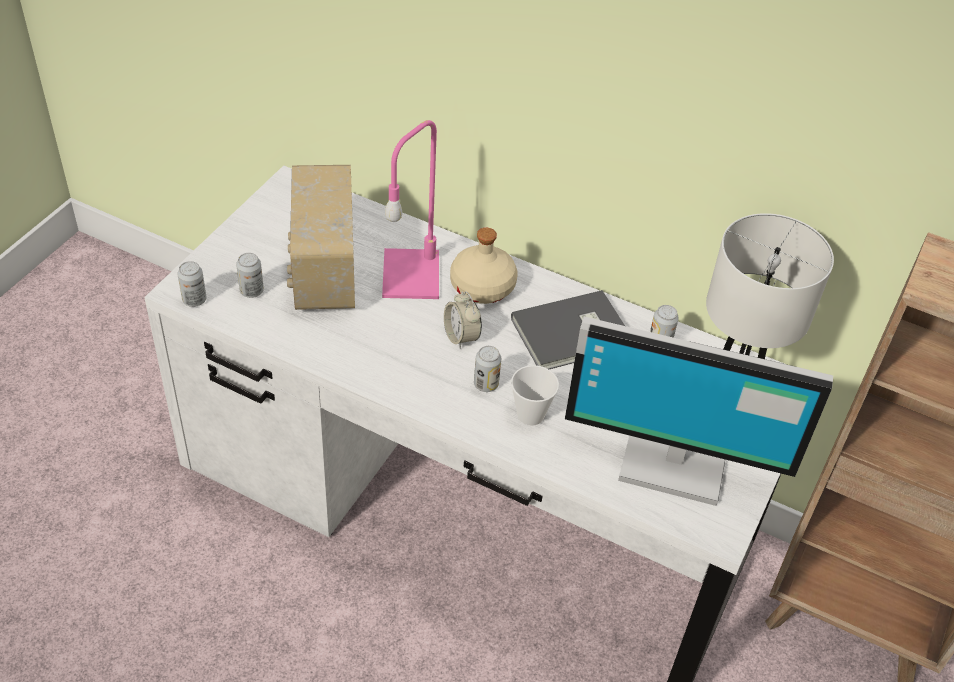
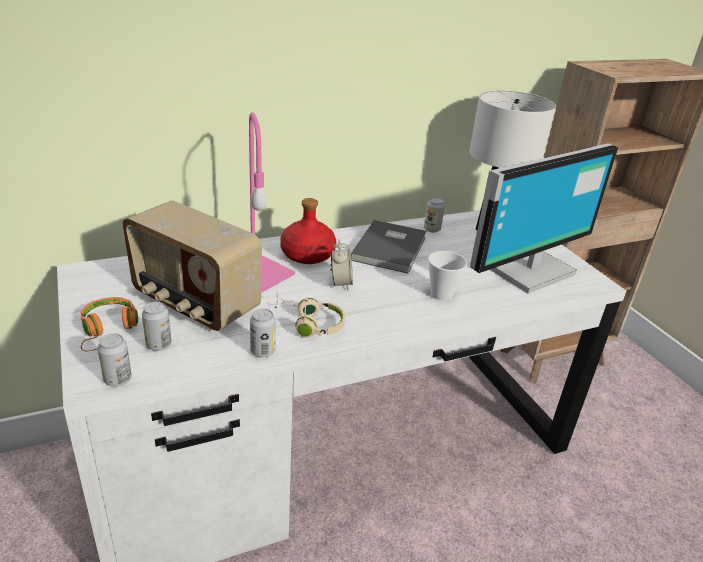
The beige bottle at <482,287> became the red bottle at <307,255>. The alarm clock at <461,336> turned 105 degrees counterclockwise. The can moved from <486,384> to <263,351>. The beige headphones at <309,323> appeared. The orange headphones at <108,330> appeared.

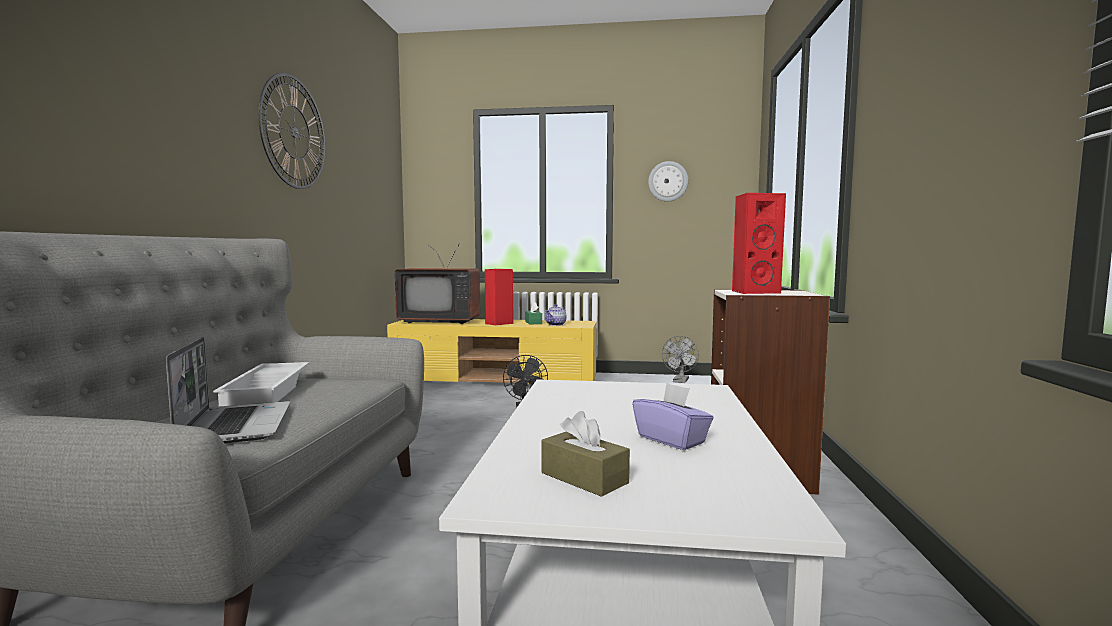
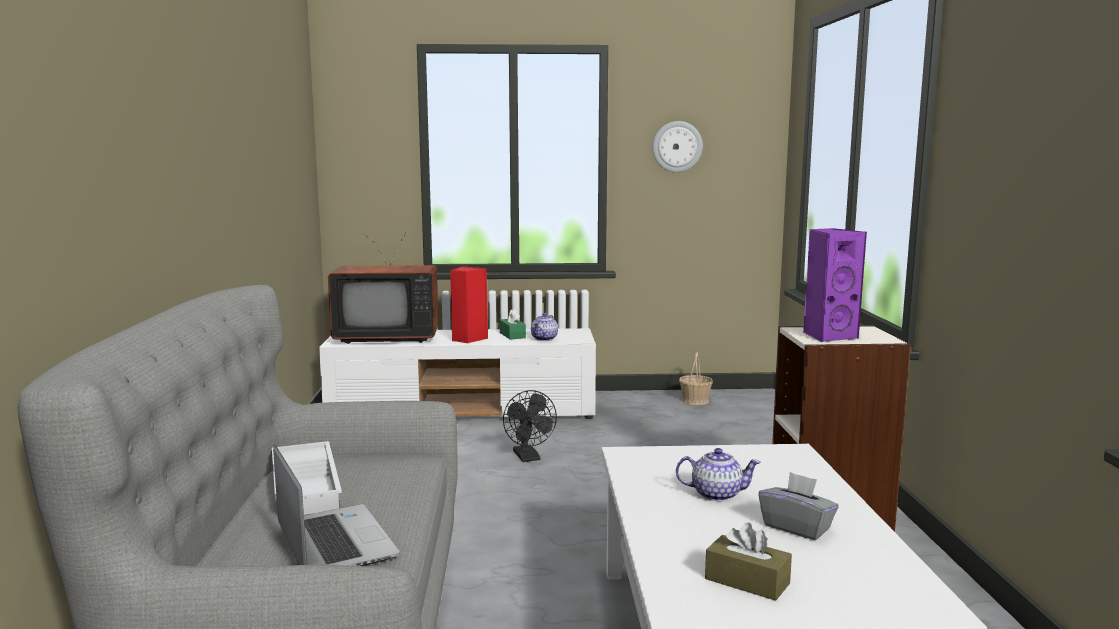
The wall clock at <294,132> disappeared. The red speaker at <753,292> became the purple speaker at <828,336>. The yellow tv stand at <496,380> became the white tv stand at <464,411>. The grey fan at <680,381> was replaced by the basket at <695,400>. The purple tissue box at <671,440> became the grey tissue box at <797,527>. The teapot at <716,494> appeared.

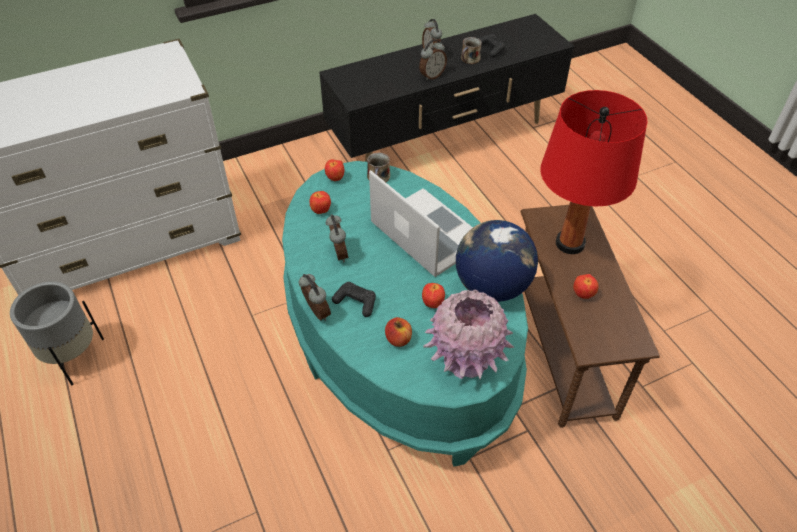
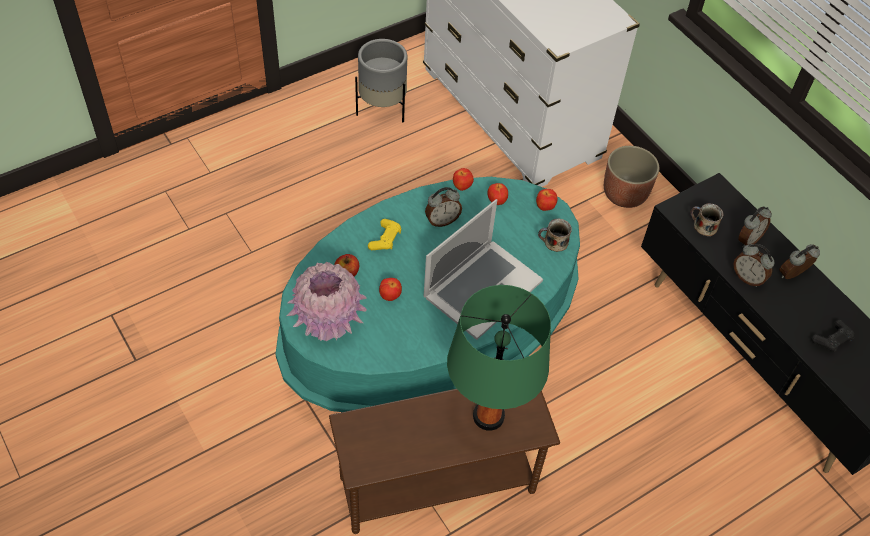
The mug moved from <470,59> to <703,226>. The red table lamp at <569,243> became the green table lamp at <488,416>. The globe at <492,286> disappeared. The alarm clock moved from <316,313> to <748,240>. The apple moved from <583,295> to <462,187>. The black game controller at <356,302> became the yellow game controller at <385,239>. The planter at <625,194> appeared.

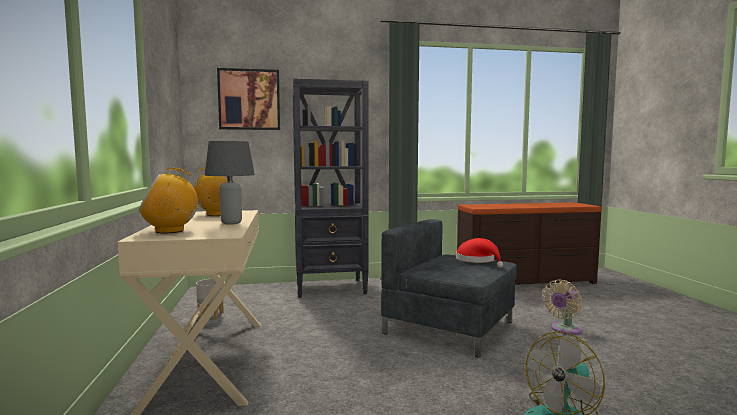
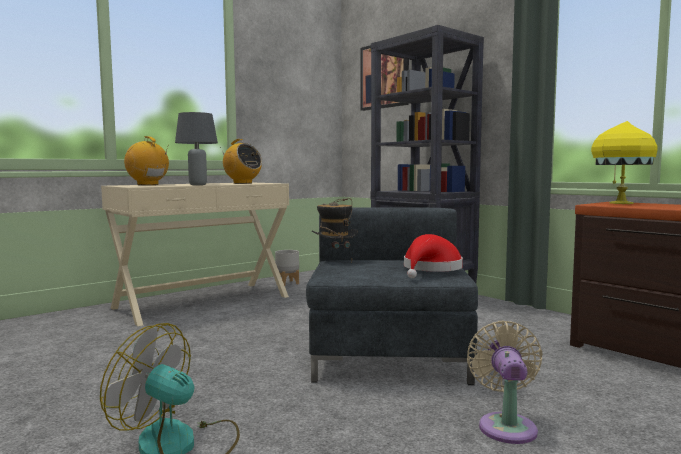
The beige fan at <564,330> turned 75 degrees clockwise. The yellow table lamp at <619,203> appeared. The hat at <334,259> appeared.

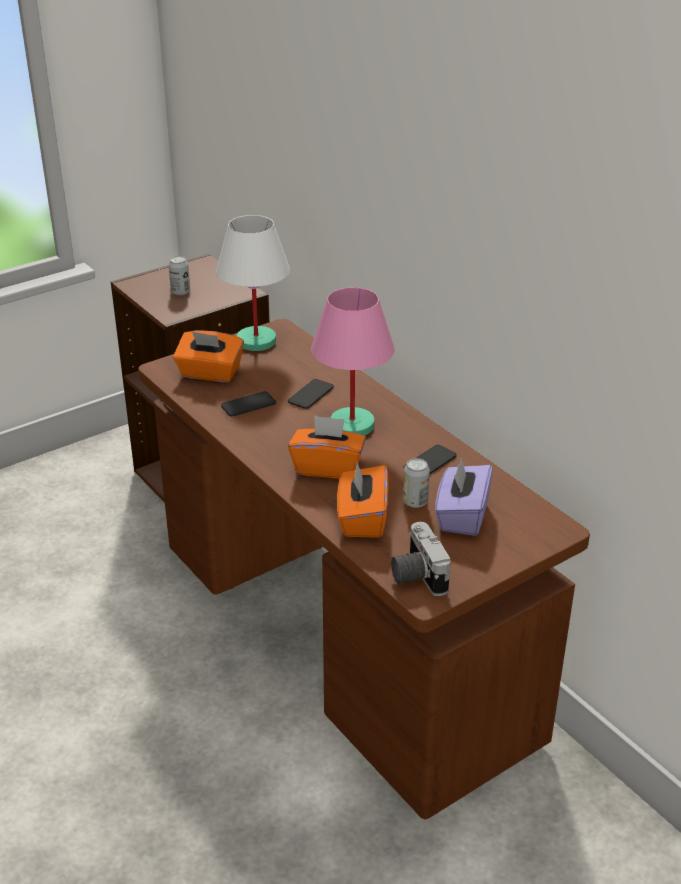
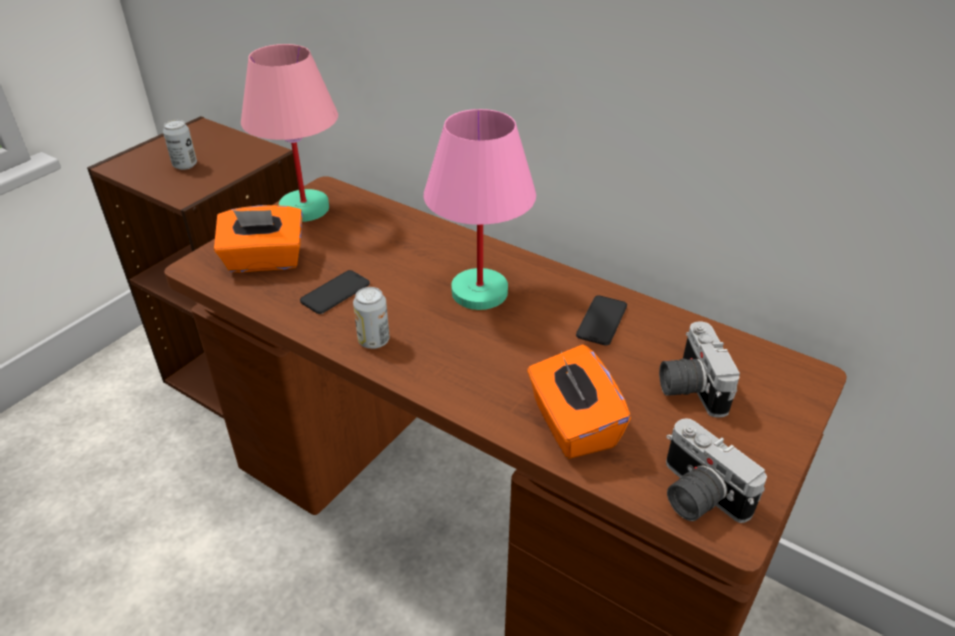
The white table lamp at <256,340> became the pink table lamp at <304,208>. The phone at <311,394> disappeared. The orange tissue box at <328,467> disappeared. The can moved from <415,502> to <374,341>. The purple tissue box at <461,516> was replaced by the photo camera at <688,386>.

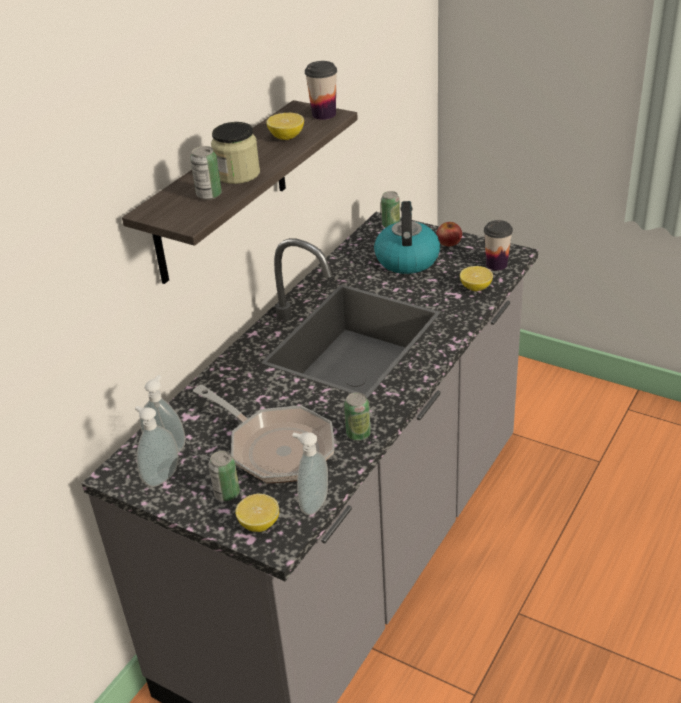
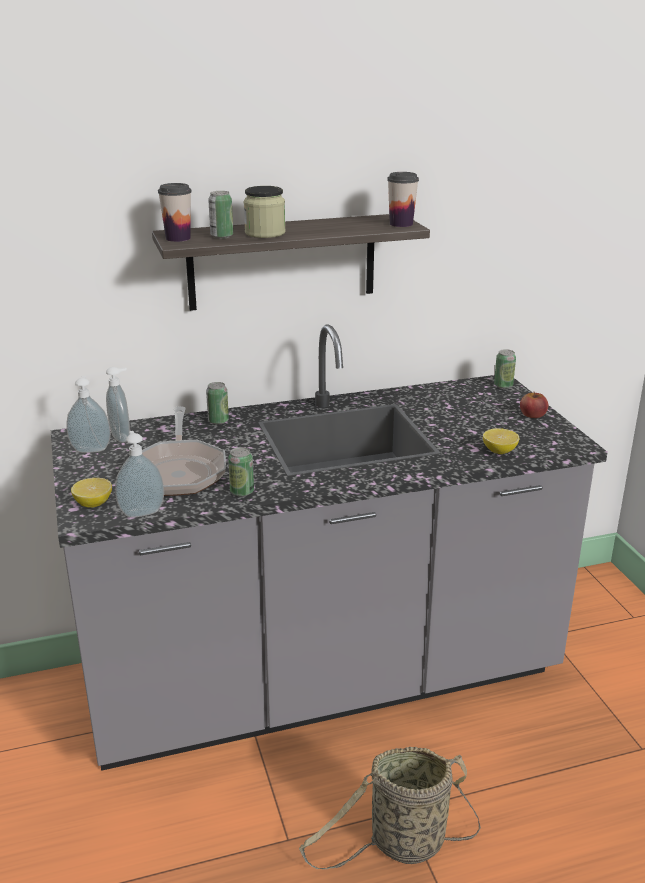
The lemon at <286,137> disappeared. The kettle at <406,259> disappeared. The cup moved from <496,264> to <178,238>. The can moved from <227,493> to <218,421>. The basket at <402,845> appeared.

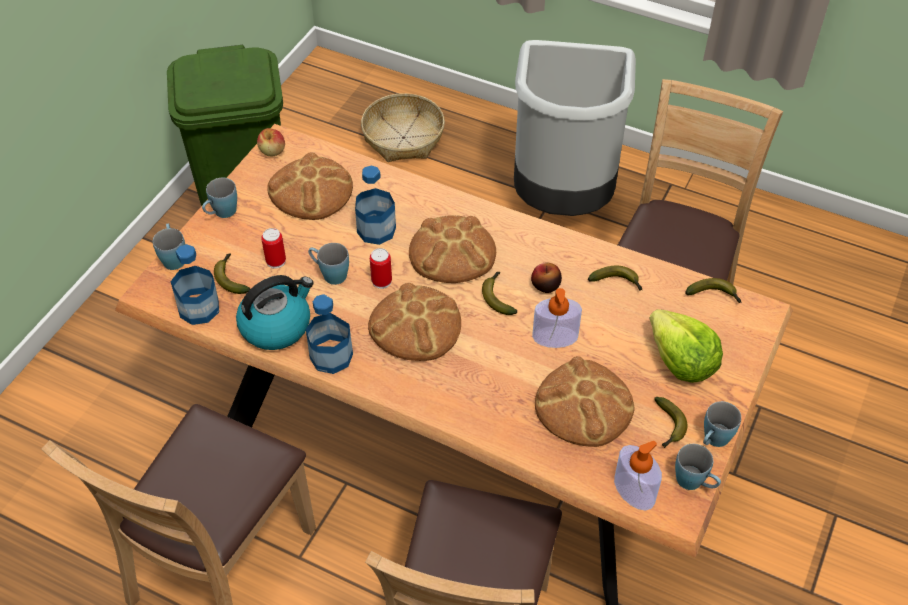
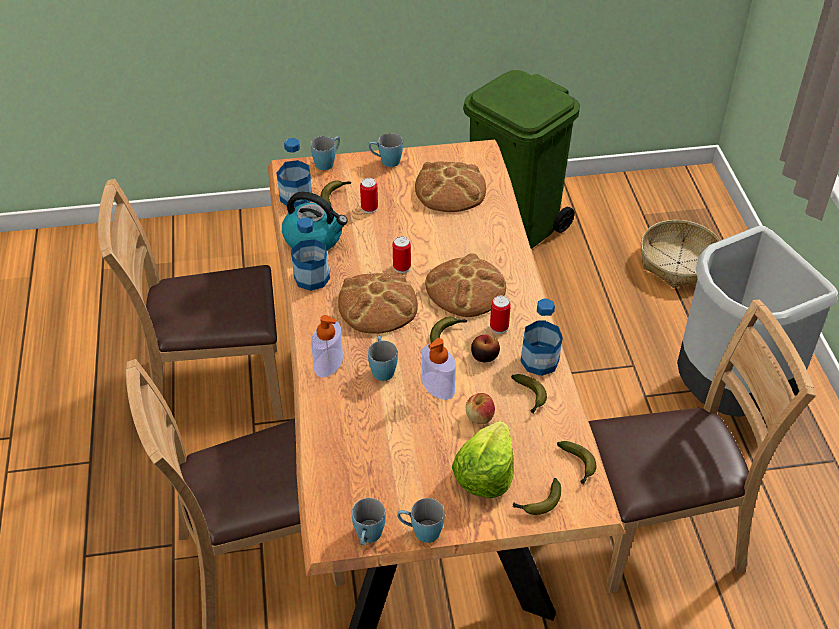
The apple moved from <272,151> to <479,417>. The bottle moved from <376,230> to <539,361>. The blue mug moved from <329,274> to <382,368>. The bread at <584,405> disappeared. The banana moved from <668,427> to <538,503>. The soap dispenser moved from <634,491> to <328,363>. The can at <499,327> appeared.

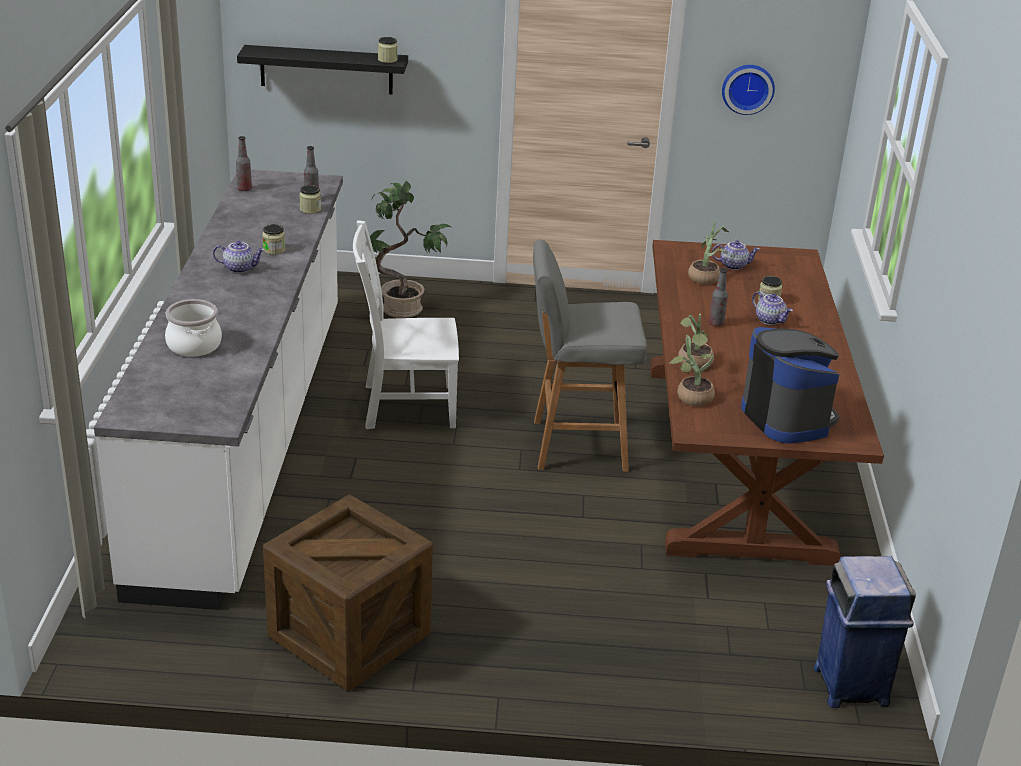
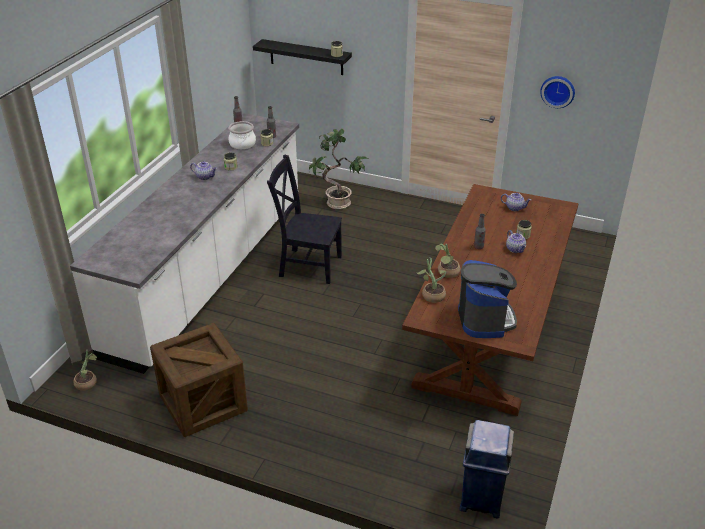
The white chair at <404,406> became the black chair at <307,265>. The potted plant moved from <705,277> to <88,382>. The grey stool at <576,445> disappeared. The cooking pot moved from <193,345> to <242,144>.

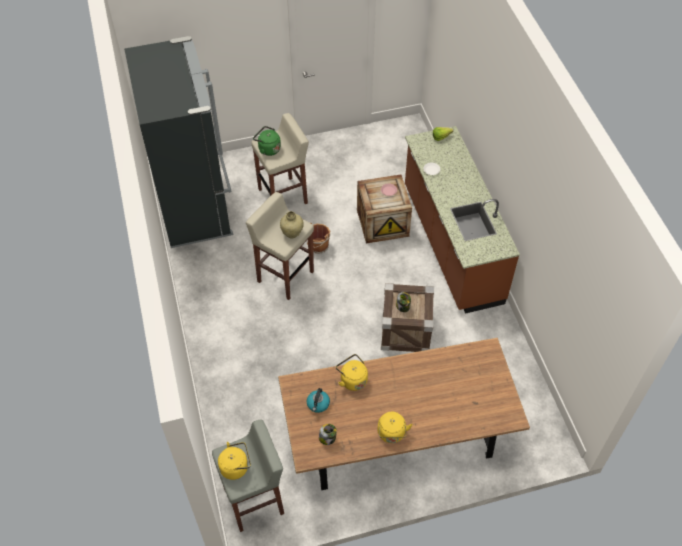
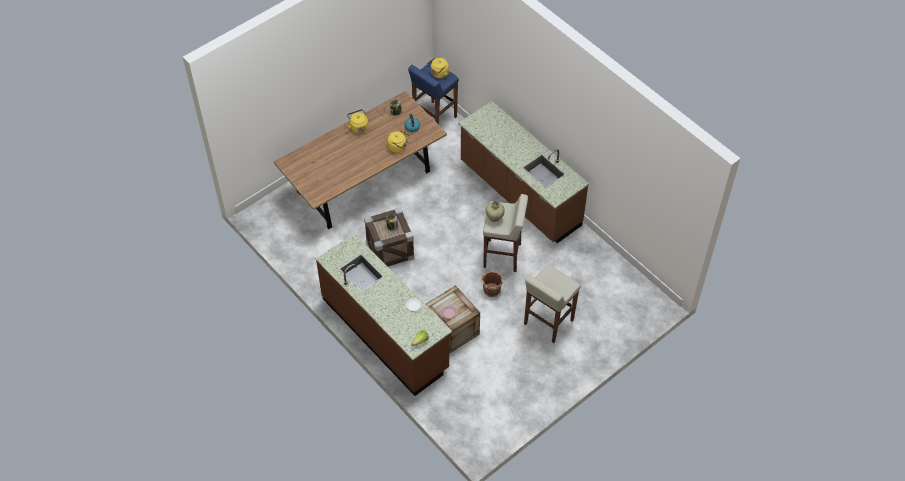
The black fridge at <195,205> disappeared. The green kettle at <268,149> disappeared. The grey stool at <255,500> became the blue stool at <434,118>. The brown counter at <519,195> appeared.

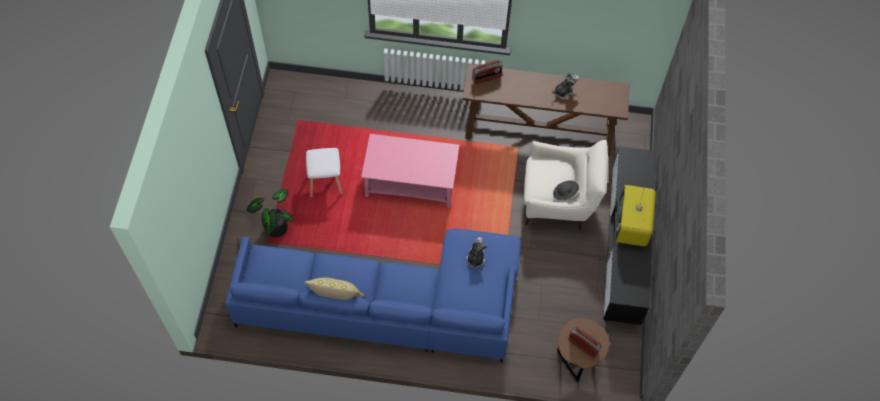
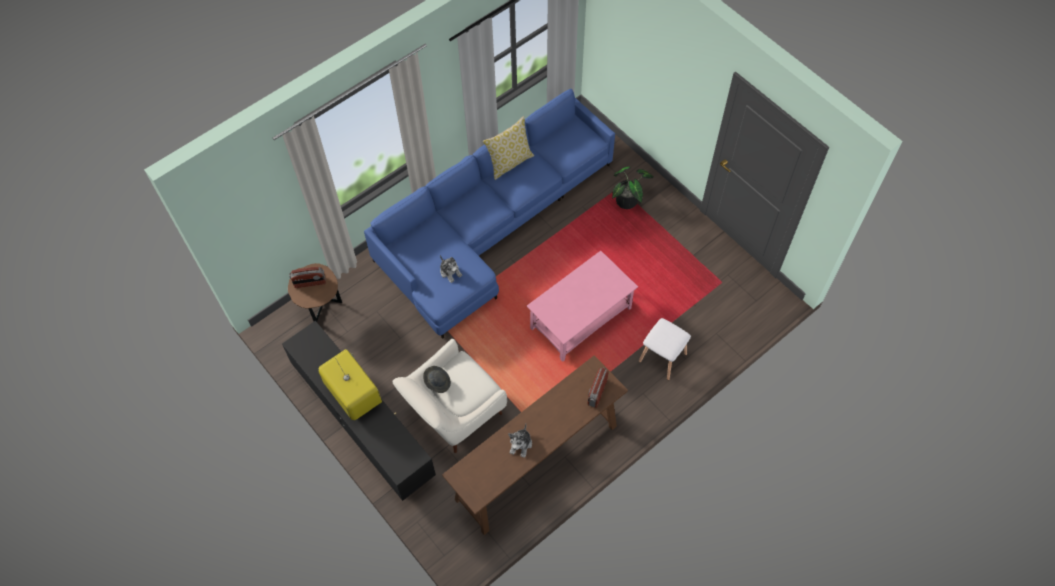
The white stool moved from <326,181> to <662,358>.

